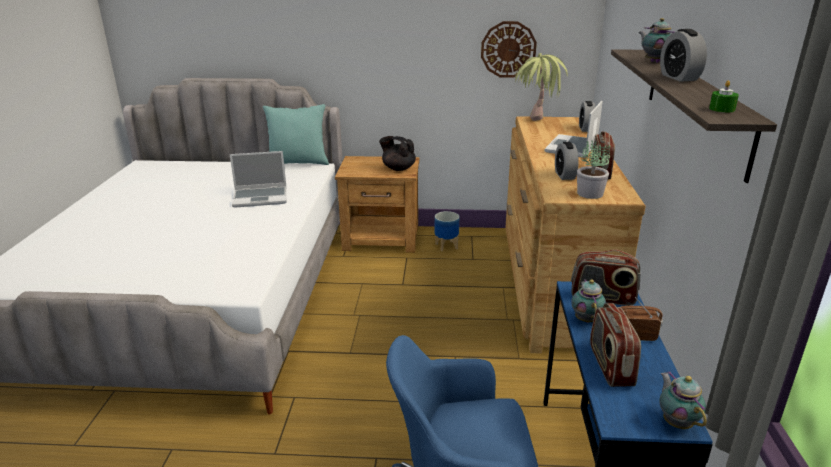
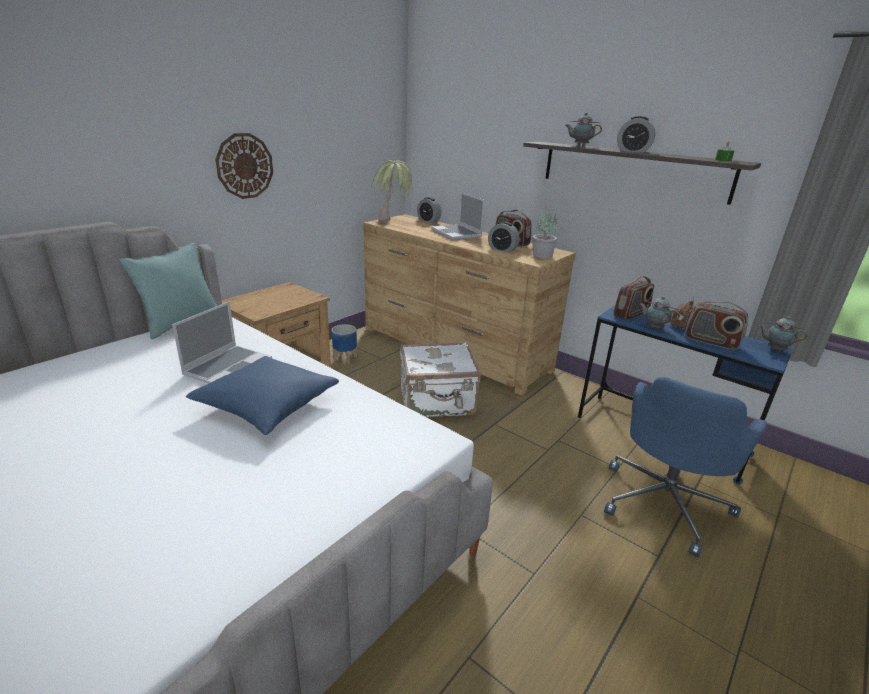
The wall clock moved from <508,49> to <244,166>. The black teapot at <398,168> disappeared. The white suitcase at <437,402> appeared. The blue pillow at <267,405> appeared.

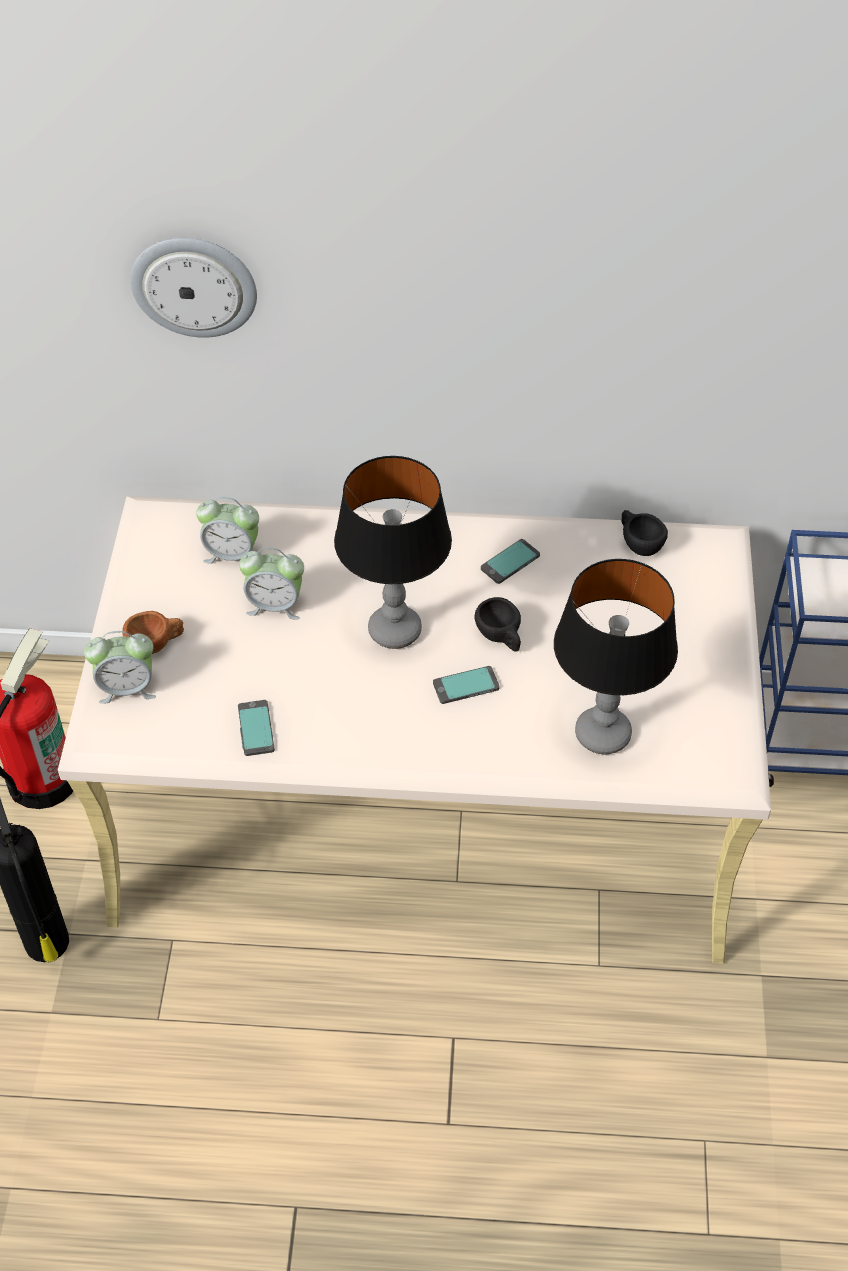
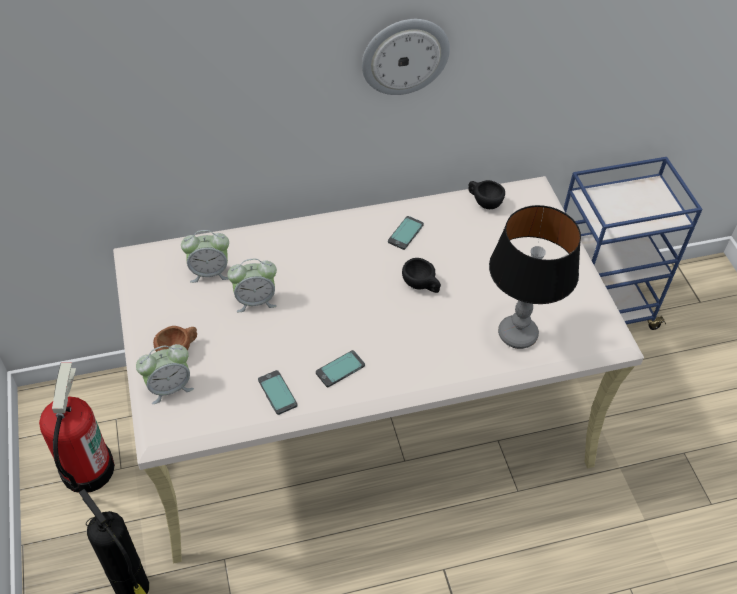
The wall clock moved from <194,285> to <404,56>. The table lamp at <394,631> disappeared. The phone moved from <466,686> to <340,369>.

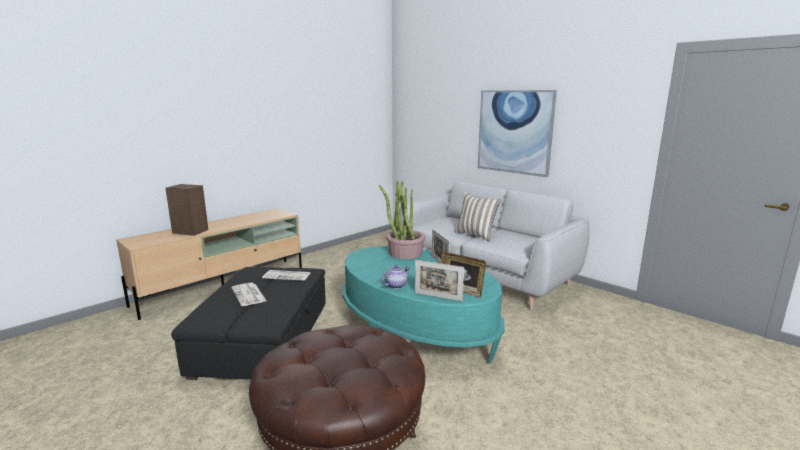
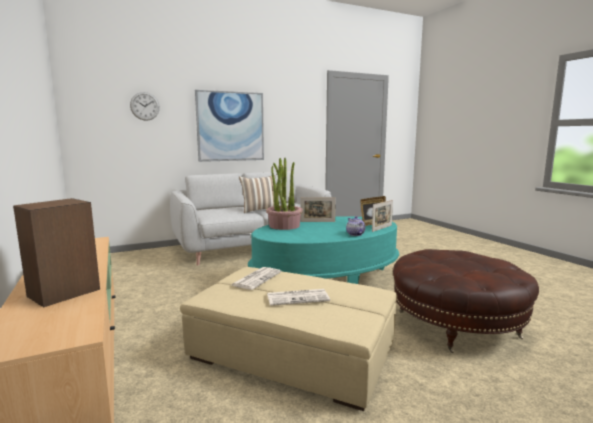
The black ottoman at <264,338> became the beige ottoman at <292,352>. The wall clock at <145,106> appeared.

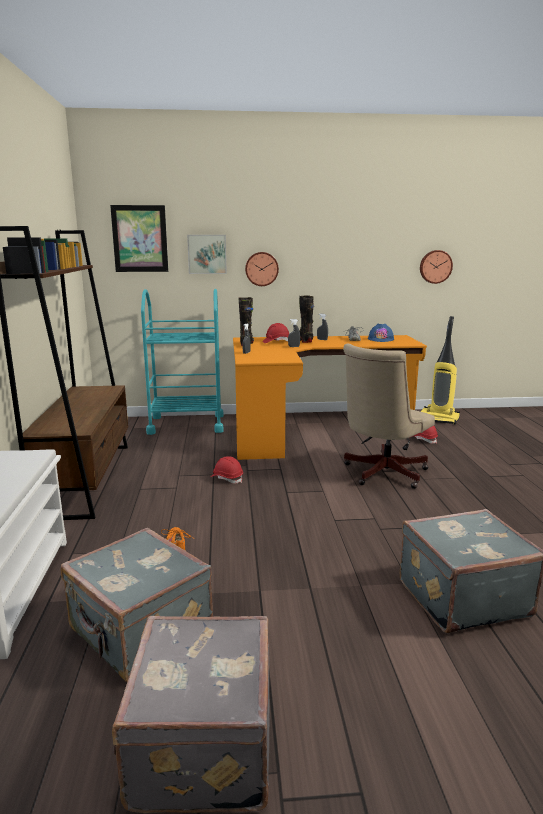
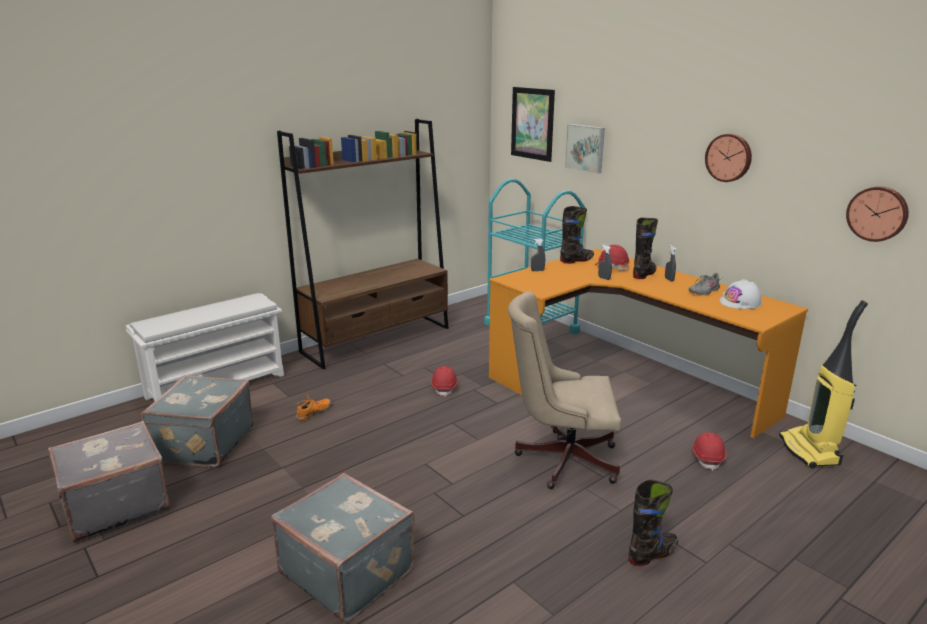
The wall clock moved from <261,269> to <729,157>. The blue hard hat at <381,339> became the white hard hat at <740,302>. The black boot at <652,554> appeared.

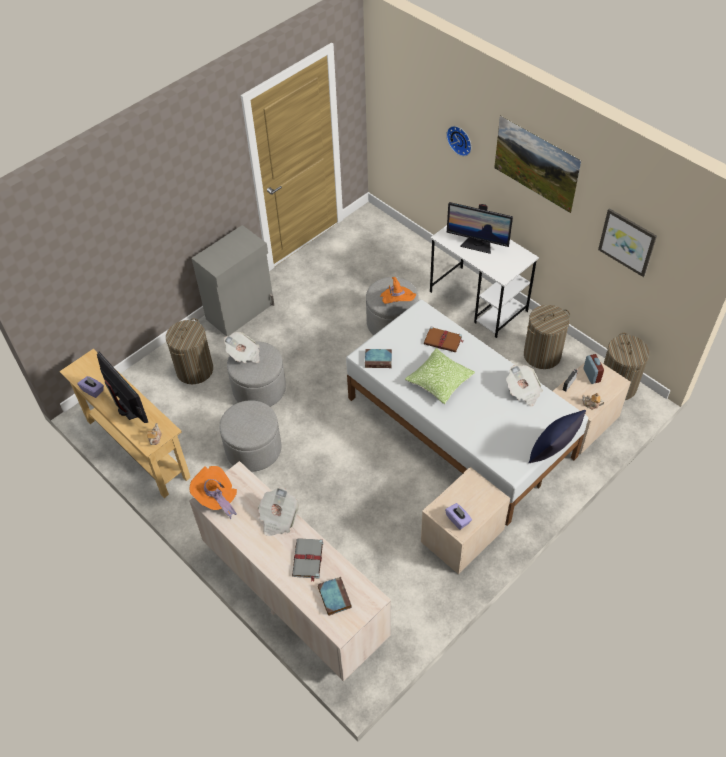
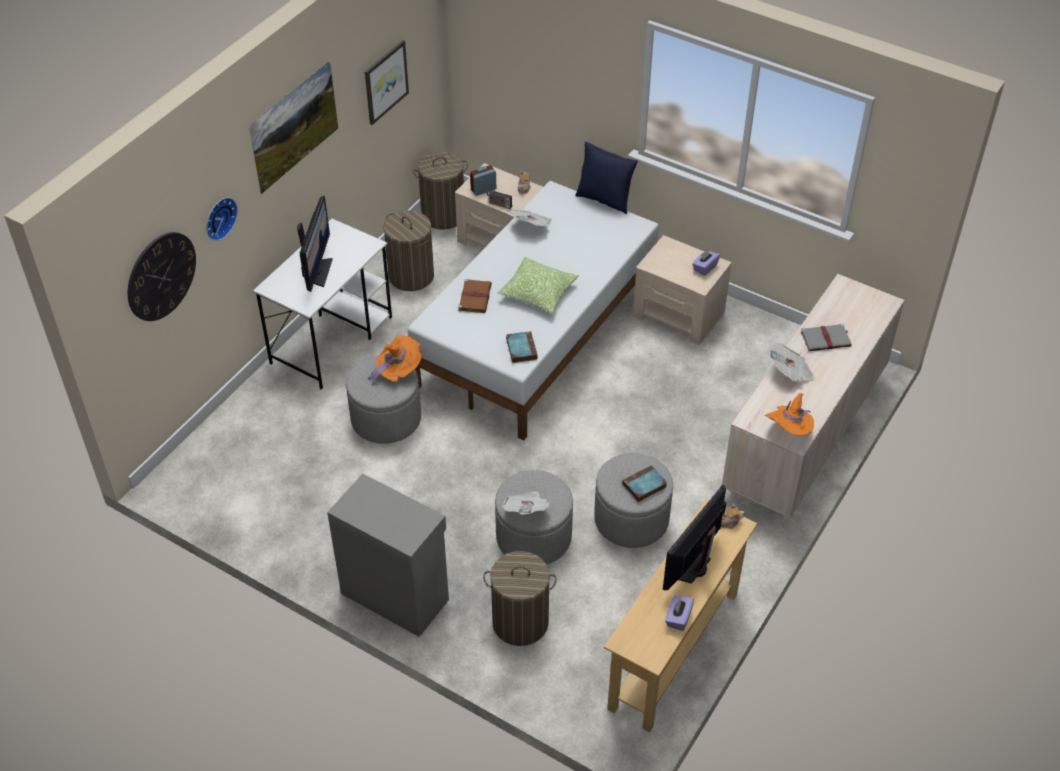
The book moved from <334,597> to <644,486>. The wall clock at <161,276> appeared.

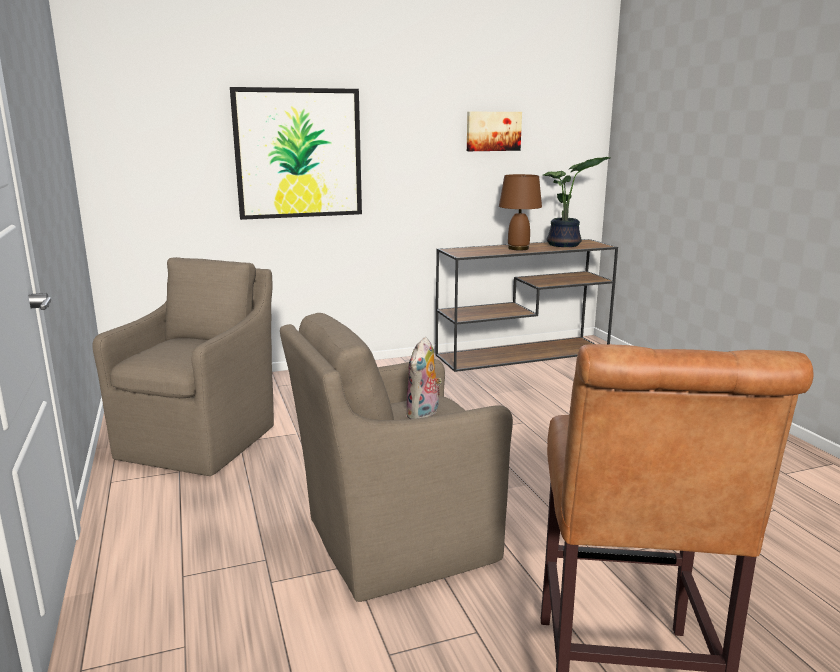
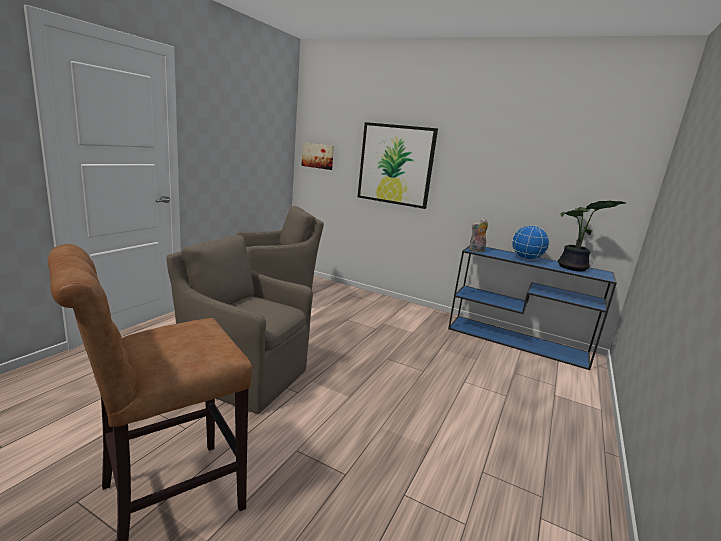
The picture moved from <493,131> to <318,156>. The brown table lamp at <518,248> was replaced by the globe at <526,259>. The brown console table at <524,353> became the blue console table at <518,341>. The plush toy moved from <424,415> to <476,251>.

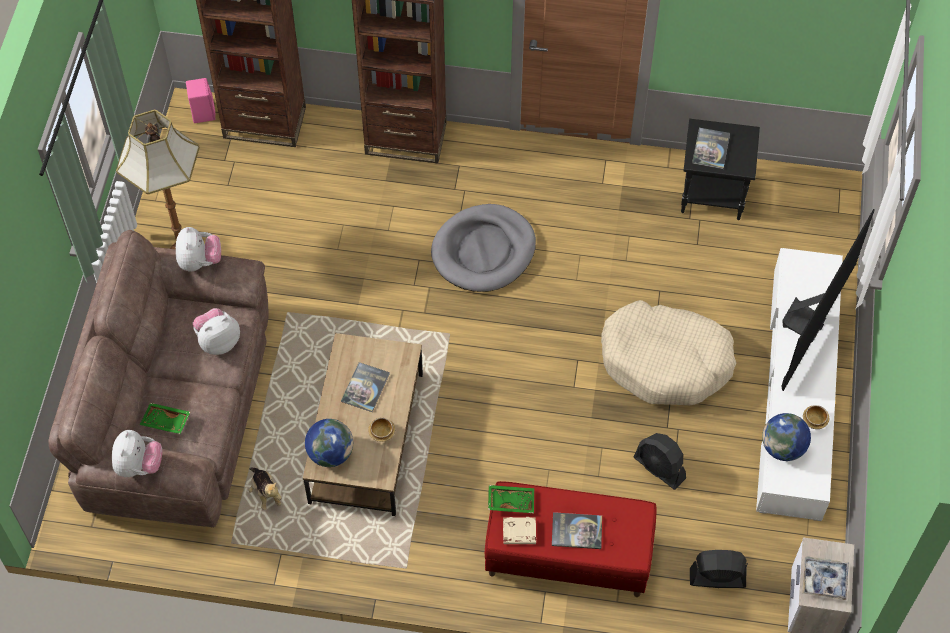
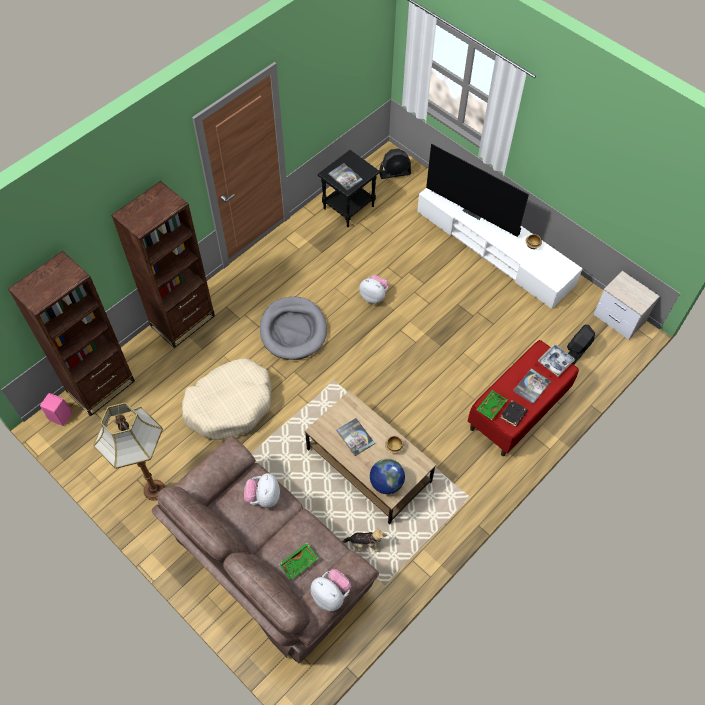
The television at <809,324> turned 150 degrees clockwise. The plush toy moved from <199,261> to <374,296>. The beige dog bed moved from <665,361> to <230,405>. The globe at <783,448> disappeared. The black fan moved from <659,468> to <395,173>. The beige book at <519,533> became the black book at <513,415>. The tray moved from <824,580> to <555,362>.

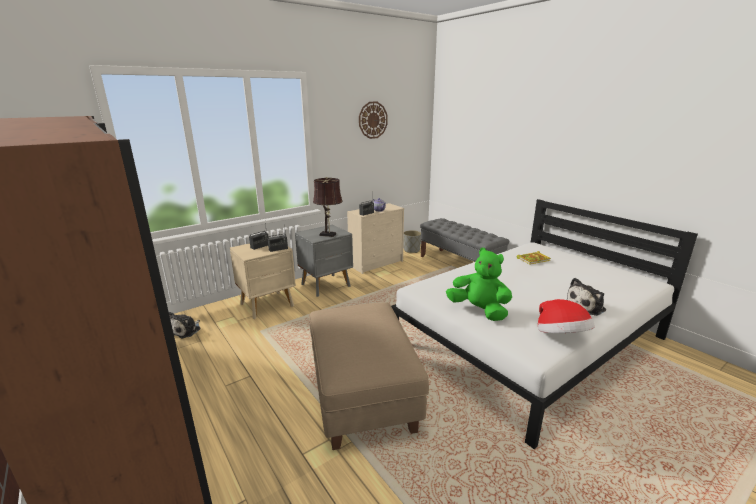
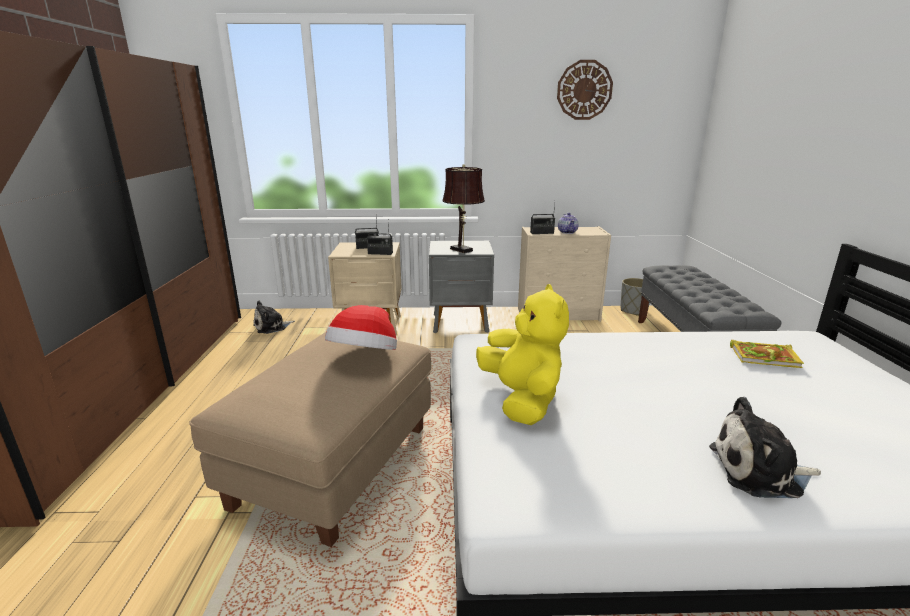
The green plush toy at <479,311> became the yellow plush toy at <521,399>. The hat moved from <560,336> to <365,357>.

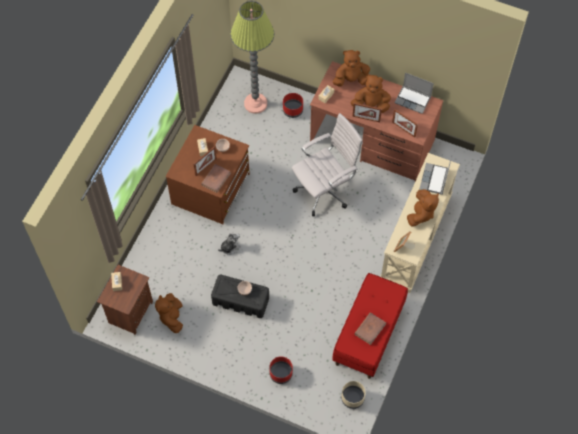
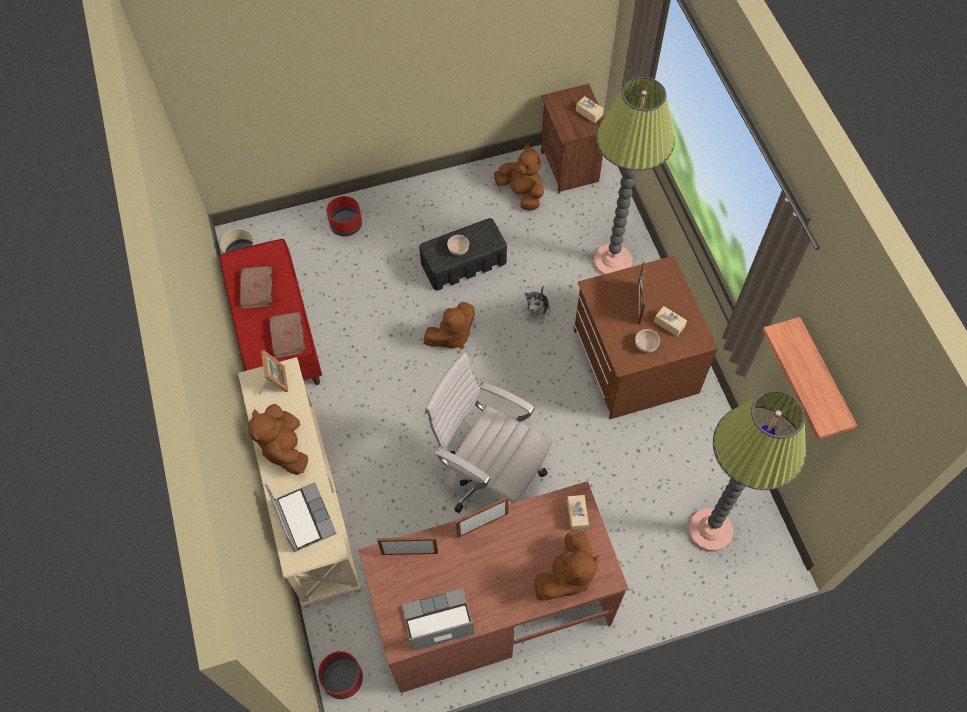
The brown plush toy moved from <371,105> to <451,336>. The red planter moved from <293,110> to <342,678>. The white office chair at <325,190> turned 105 degrees clockwise. The brown book moved from <216,179> to <287,336>. The floor lamp at <612,261> appeared. The shelf at <821,379> appeared.

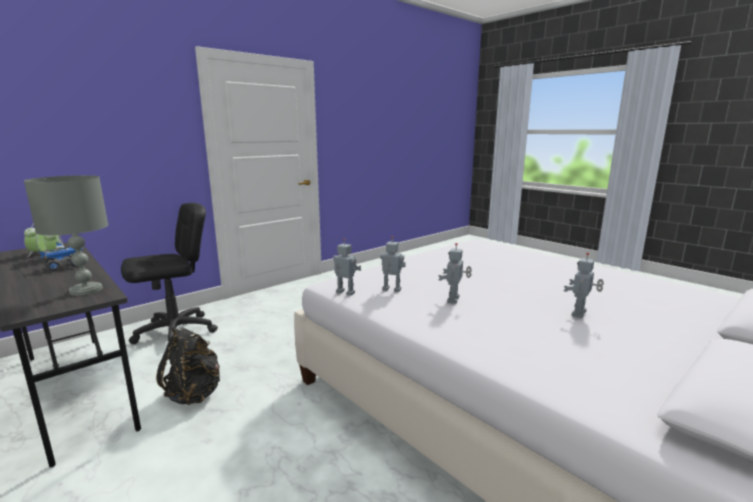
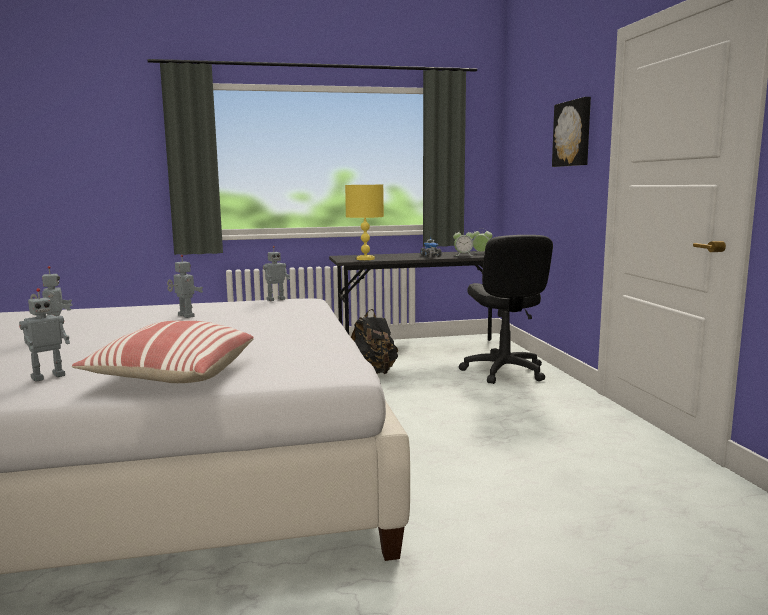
The grey table lamp at <86,290> became the yellow table lamp at <365,259>. The toy robot moved from <391,290> to <48,377>. The picture at <573,133> appeared. The pillow at <172,376> appeared.

